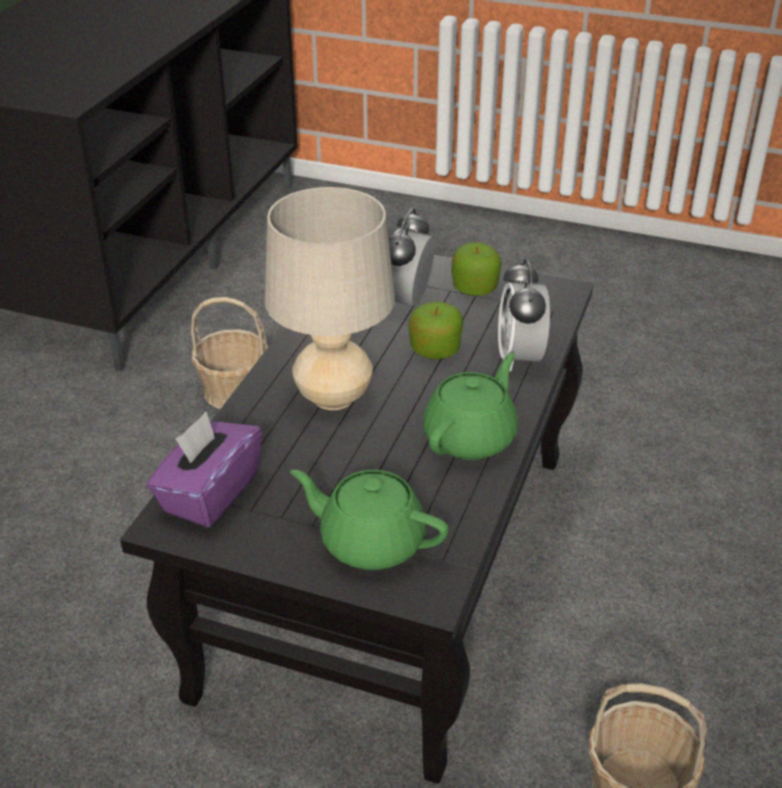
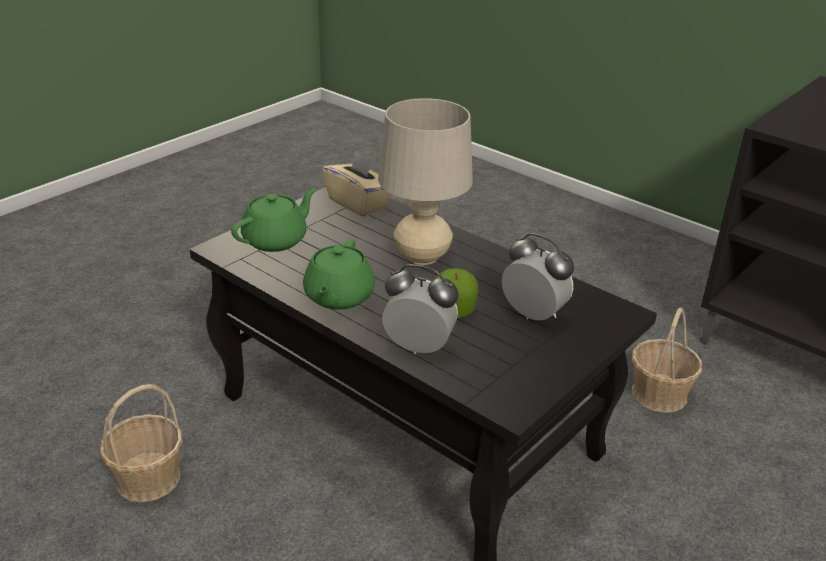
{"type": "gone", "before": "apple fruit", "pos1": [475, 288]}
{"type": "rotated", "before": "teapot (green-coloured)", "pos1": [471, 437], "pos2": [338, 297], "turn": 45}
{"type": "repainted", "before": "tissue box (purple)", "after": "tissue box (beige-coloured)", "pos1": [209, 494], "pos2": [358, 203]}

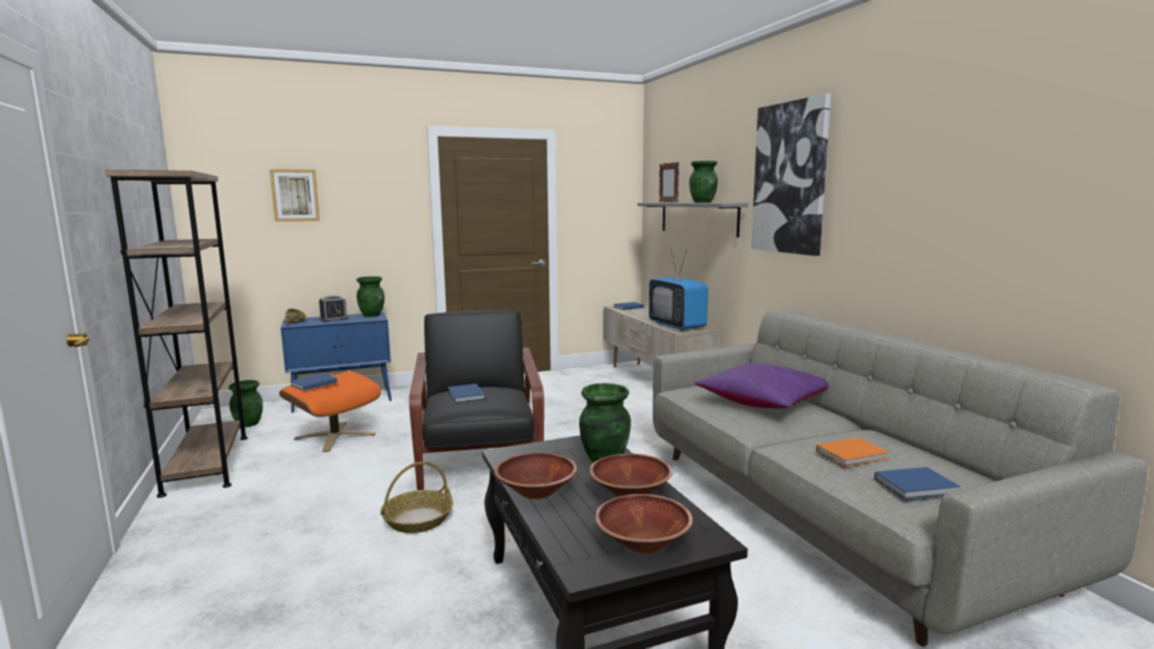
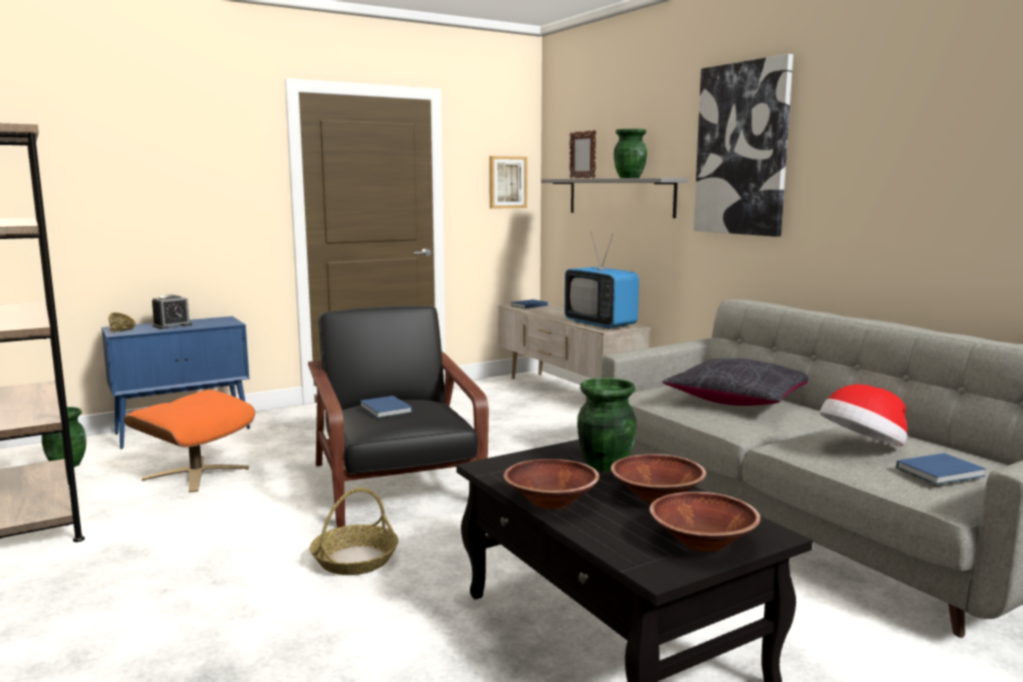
{"type": "shifted", "before": "picture", "pos1": [295, 195], "pos2": [507, 182]}
{"type": "gone", "before": "decorative vase (green-coloured)", "pos1": [372, 315]}
{"type": "repainted", "before": "cushion (purple)", "after": "cushion (black)", "pos1": [763, 401], "pos2": [738, 400]}
{"type": "gone", "before": "book (bluish)", "pos1": [312, 384]}
{"type": "swapped", "before": "book (orange-coloured)", "after": "wearable hat", "pos1": [853, 455], "pos2": [863, 447]}

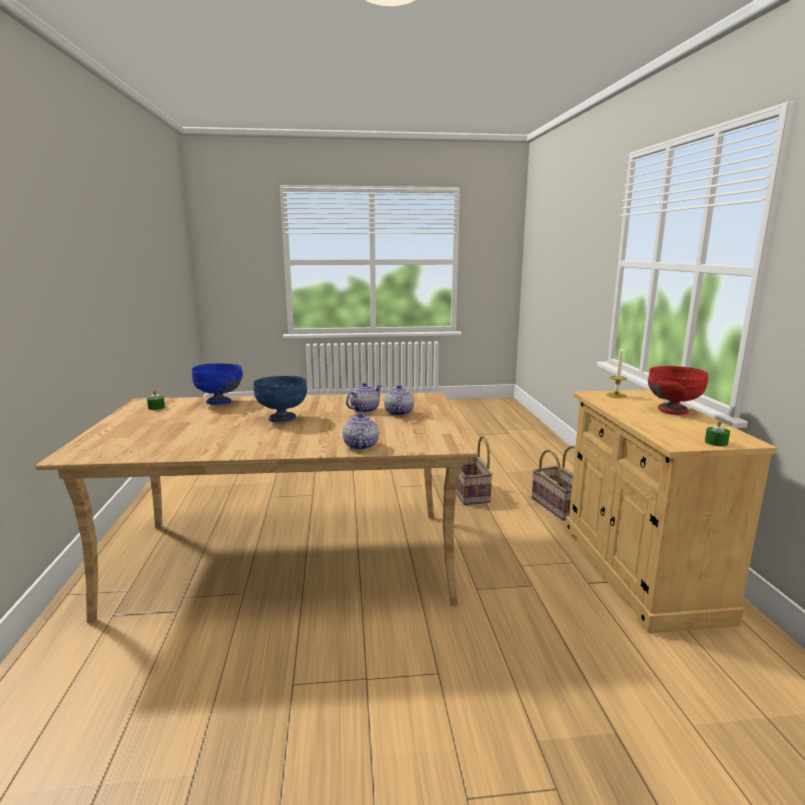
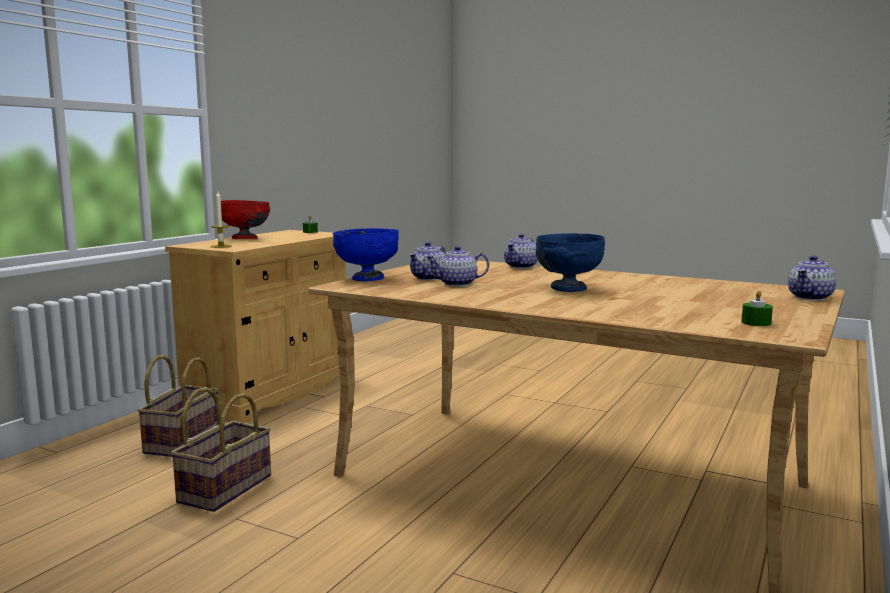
{"type": "shifted", "before": "serving bowl (bluish)", "pos1": [219, 402], "pos2": [367, 278]}
{"type": "new", "after": "teapot", "pos2": [810, 297]}

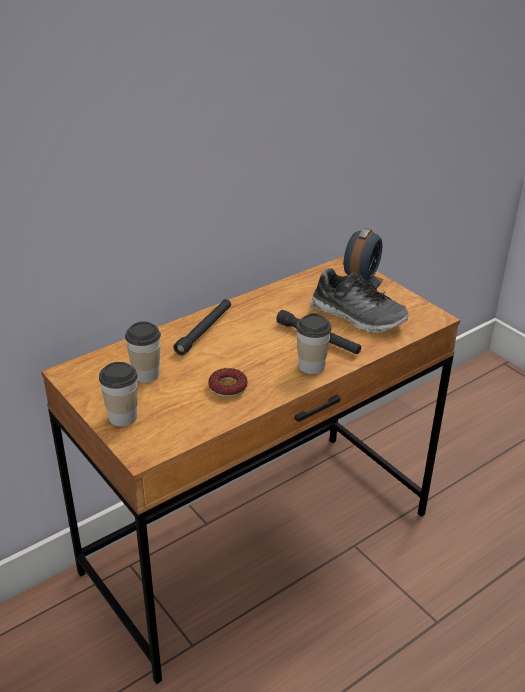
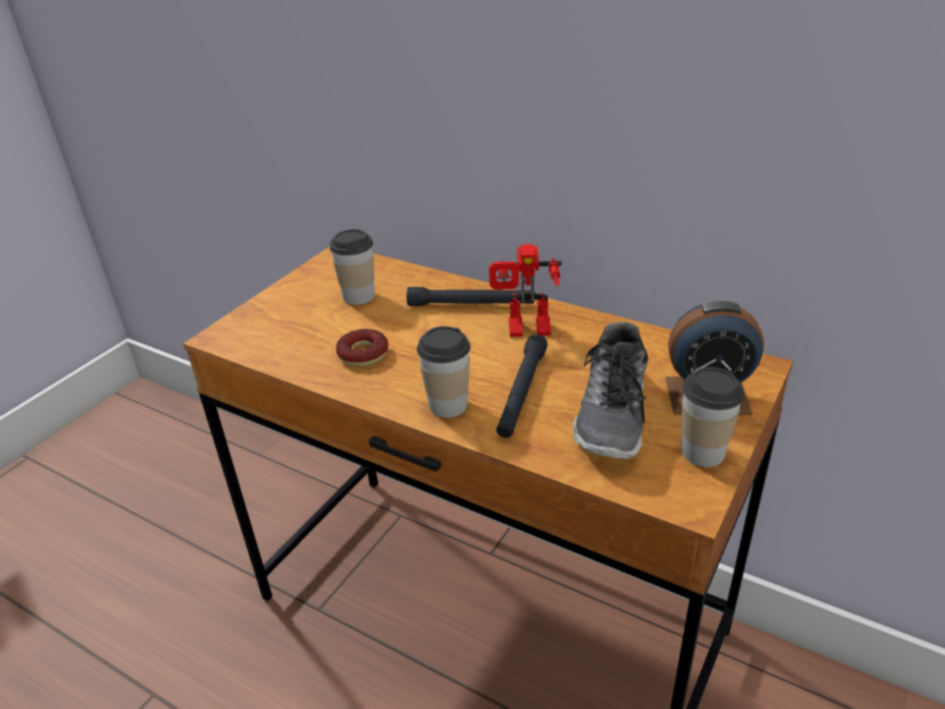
{"type": "shifted", "before": "cup", "pos1": [122, 417], "pos2": [703, 452]}
{"type": "new", "after": "toy robot", "pos2": [526, 331]}

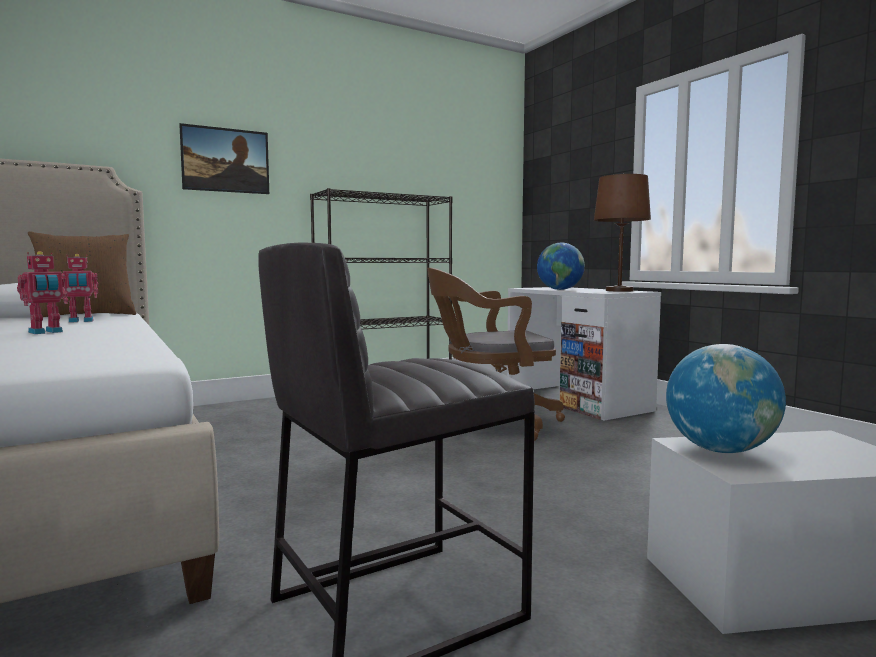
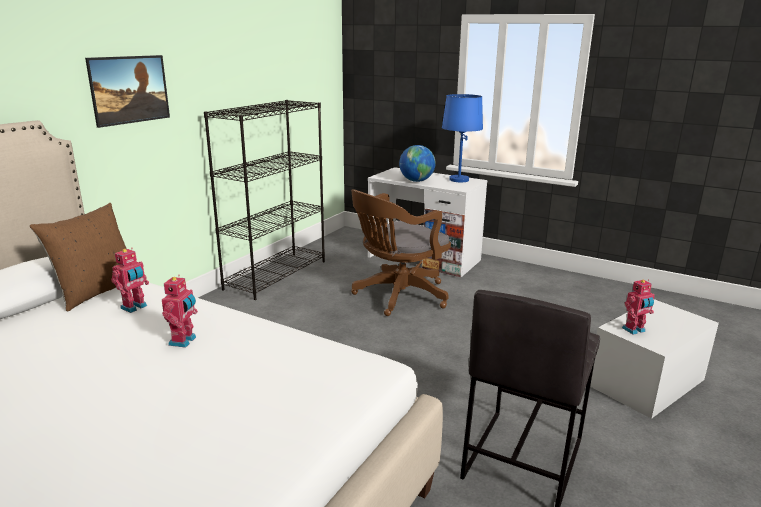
{"type": "repainted", "before": "tabletop lamp (brown)", "after": "tabletop lamp (bluish)", "pos1": [619, 290], "pos2": [458, 180]}
{"type": "swapped", "before": "world globe", "after": "toy robot", "pos1": [720, 450], "pos2": [634, 330]}

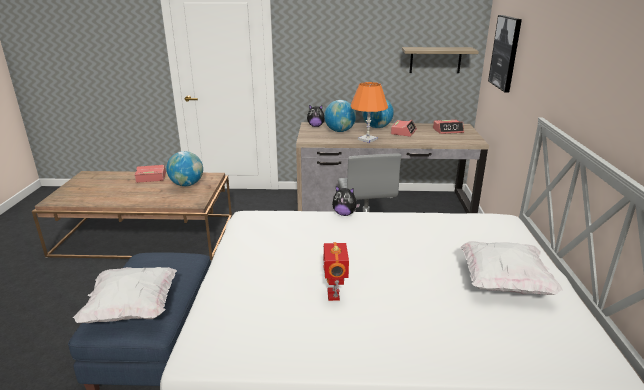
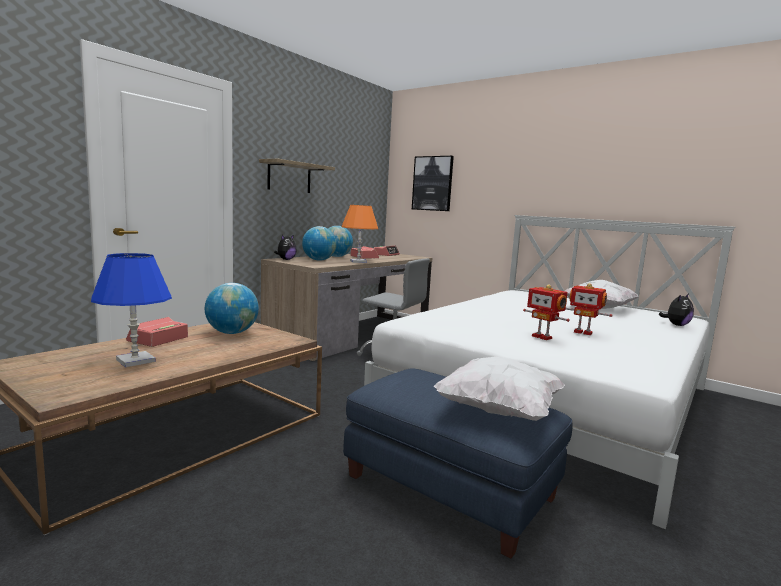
{"type": "shifted", "before": "shelf", "pos1": [435, 60], "pos2": [289, 177]}
{"type": "shifted", "before": "cuddly toy", "pos1": [344, 214], "pos2": [676, 325]}
{"type": "new", "after": "tabletop lamp (bluish)", "pos2": [135, 361]}
{"type": "new", "after": "toy robot", "pos2": [542, 337]}

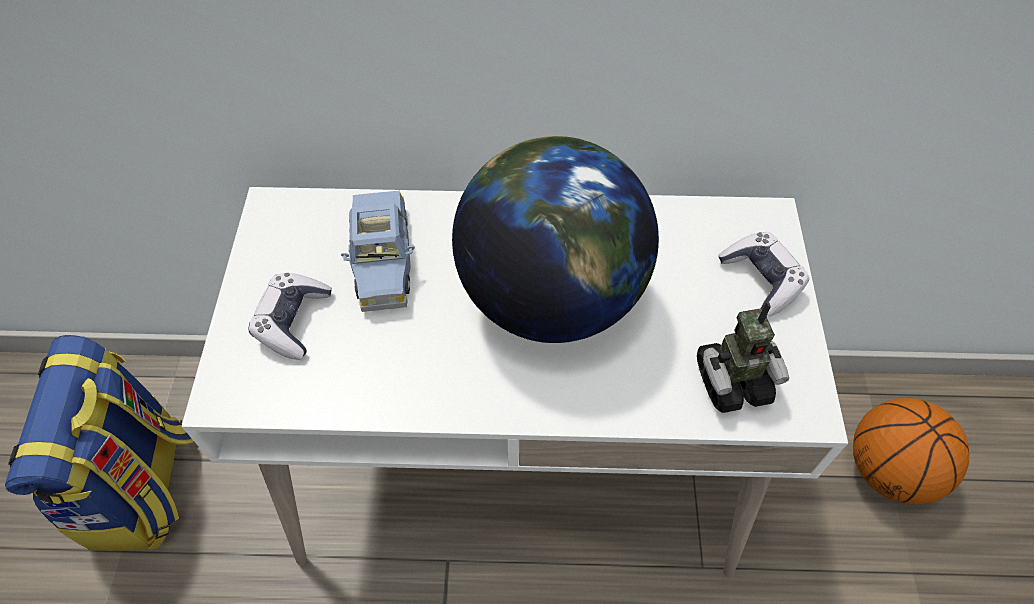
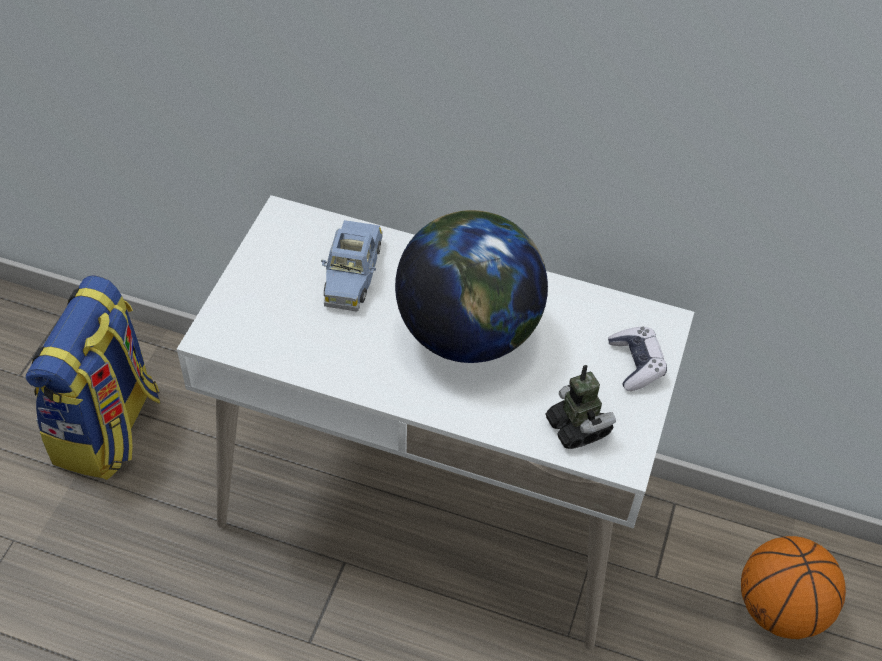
{"type": "gone", "before": "gamepad", "pos1": [293, 321]}
{"type": "rotated", "before": "toy robot", "pos1": [731, 381], "pos2": [577, 427], "turn": -120}

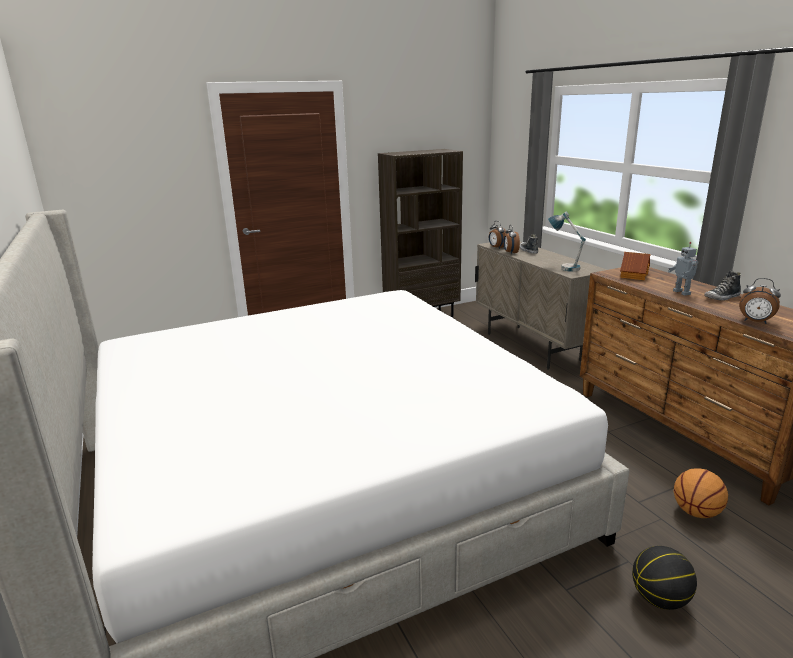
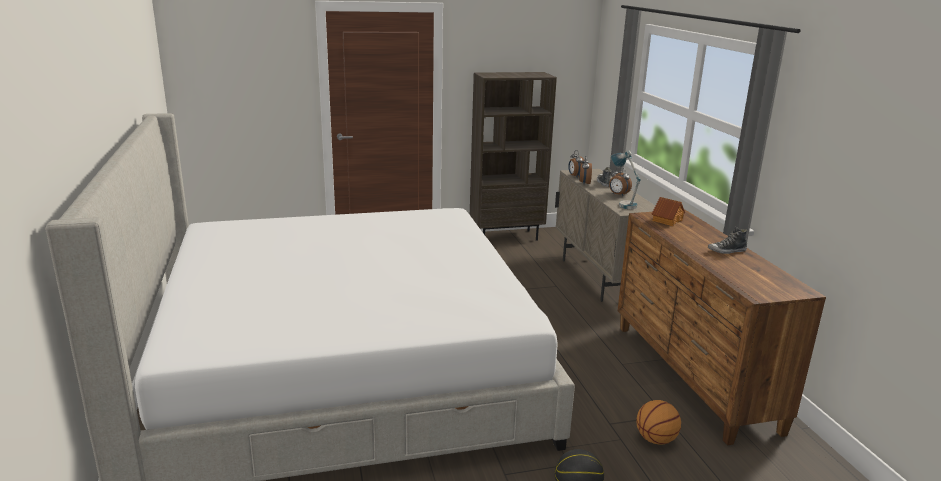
{"type": "gone", "before": "toy robot", "pos1": [682, 292]}
{"type": "shifted", "before": "bedside clock", "pos1": [755, 322], "pos2": [618, 195]}

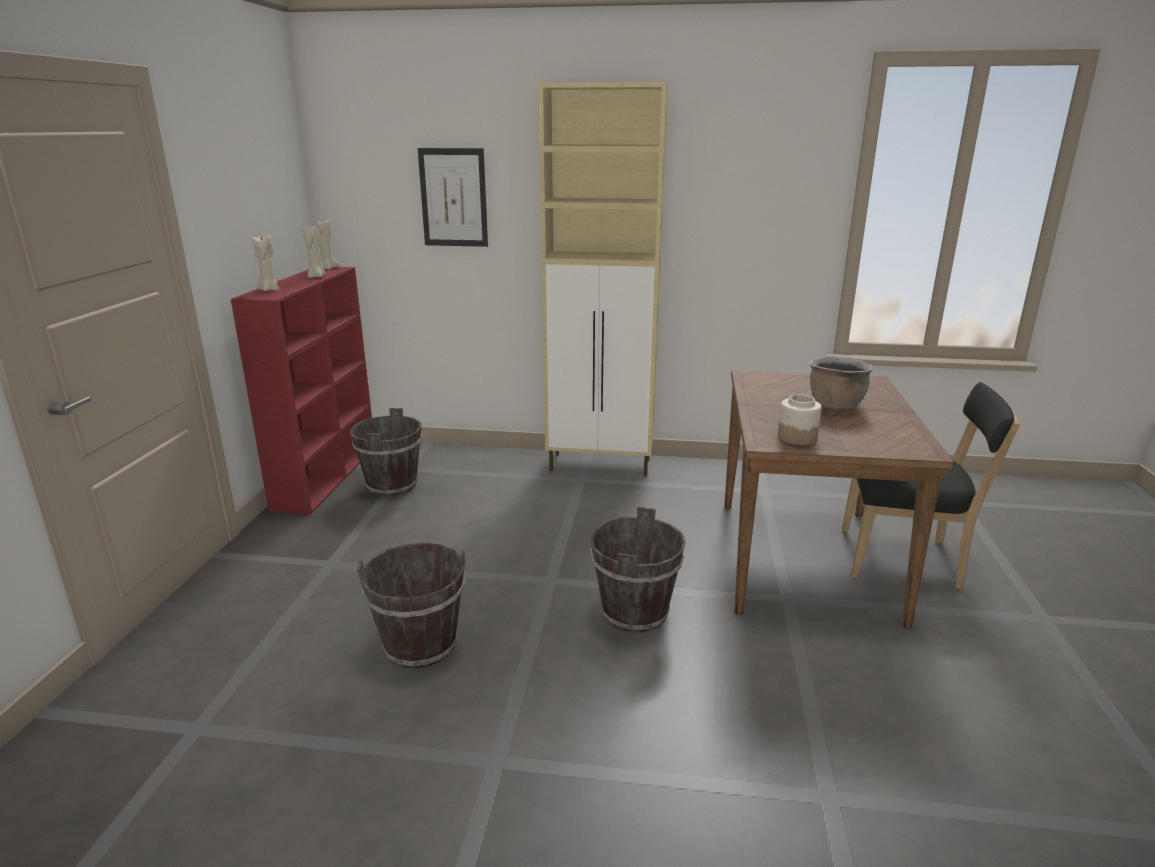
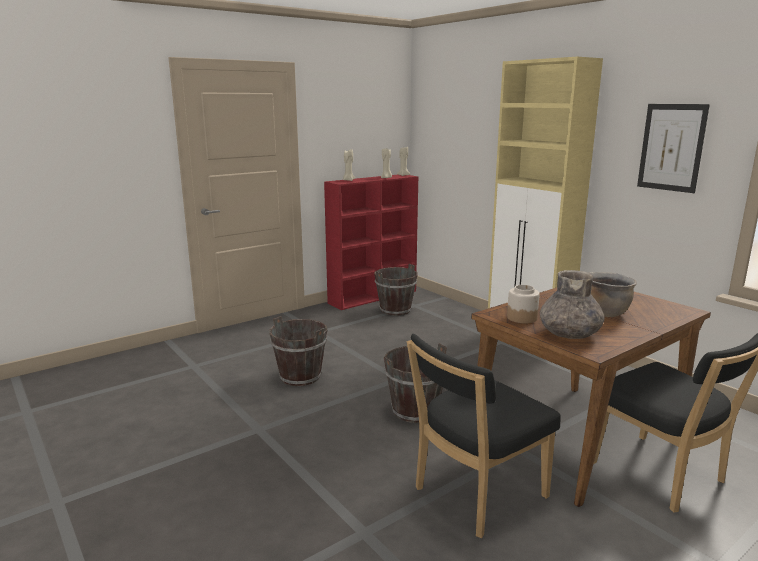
{"type": "shifted", "before": "picture", "pos1": [453, 198], "pos2": [671, 147]}
{"type": "new", "after": "decorative vase (grey)", "pos2": [569, 334]}
{"type": "new", "after": "chair (black)", "pos2": [475, 495]}

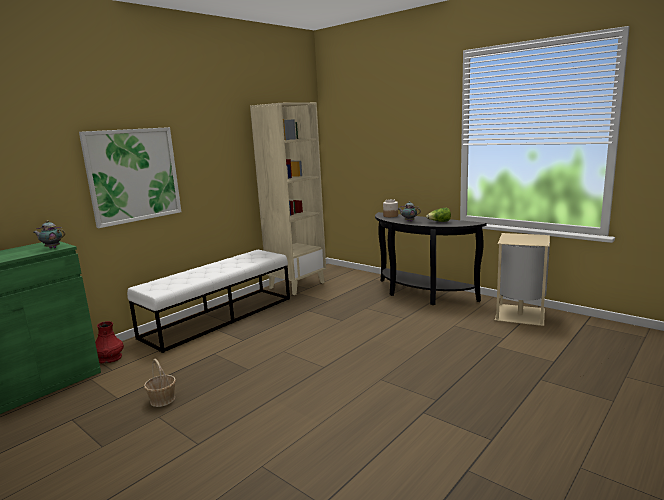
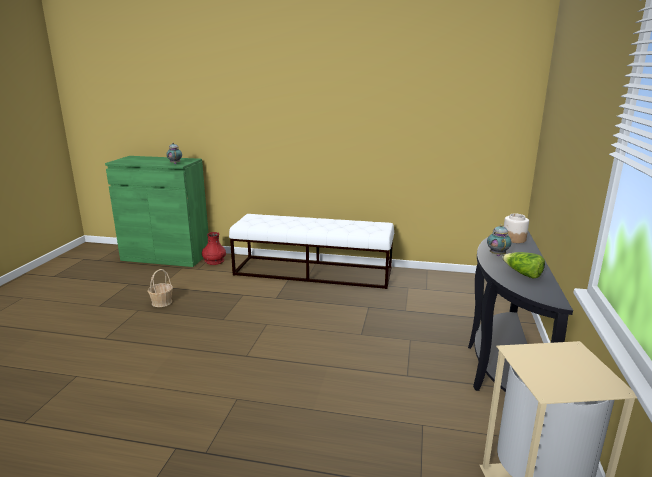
{"type": "gone", "before": "bookshelf (beige-coloured)", "pos1": [297, 285]}
{"type": "gone", "before": "picture", "pos1": [133, 175]}

